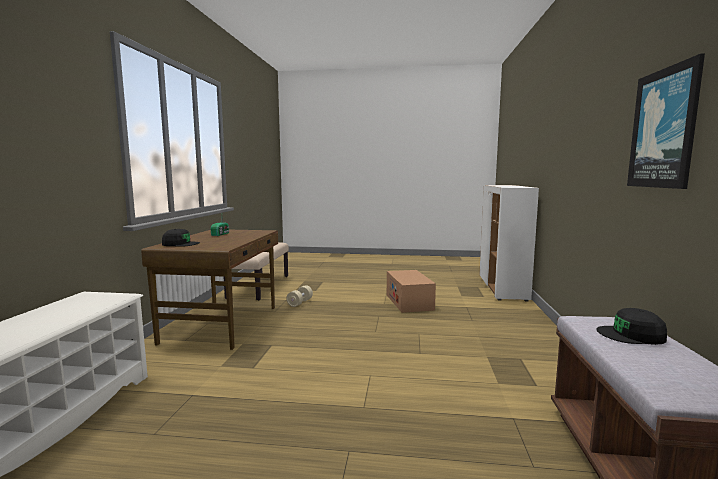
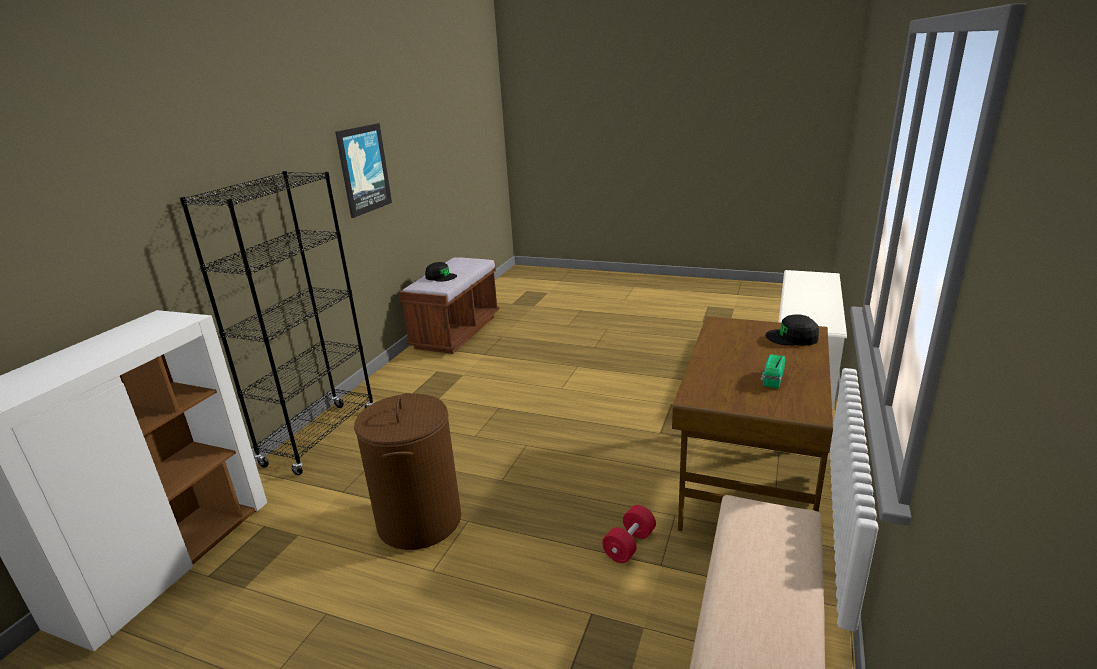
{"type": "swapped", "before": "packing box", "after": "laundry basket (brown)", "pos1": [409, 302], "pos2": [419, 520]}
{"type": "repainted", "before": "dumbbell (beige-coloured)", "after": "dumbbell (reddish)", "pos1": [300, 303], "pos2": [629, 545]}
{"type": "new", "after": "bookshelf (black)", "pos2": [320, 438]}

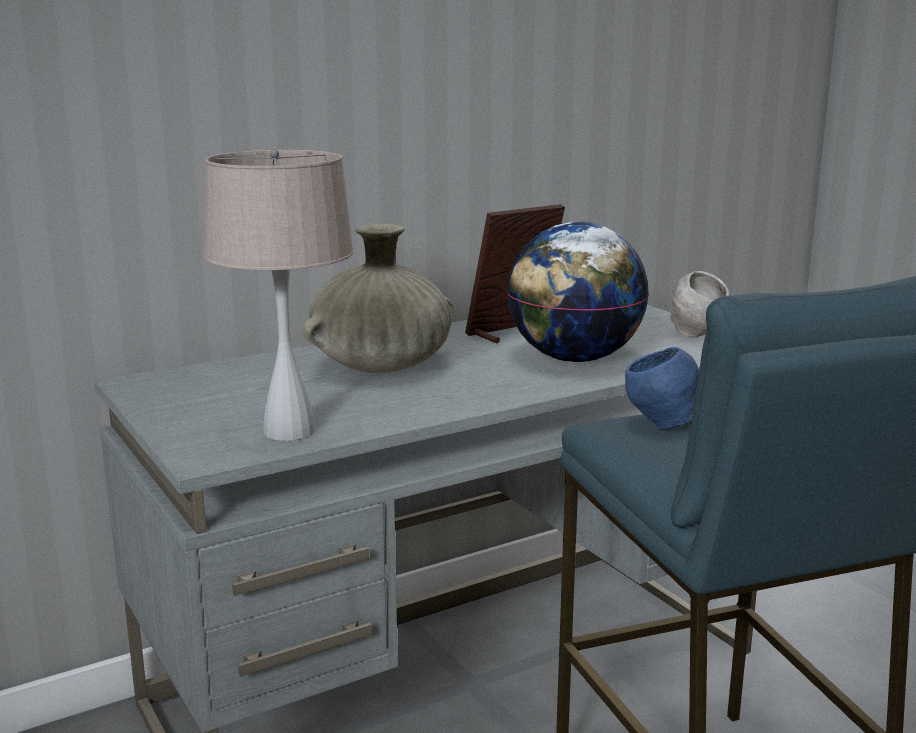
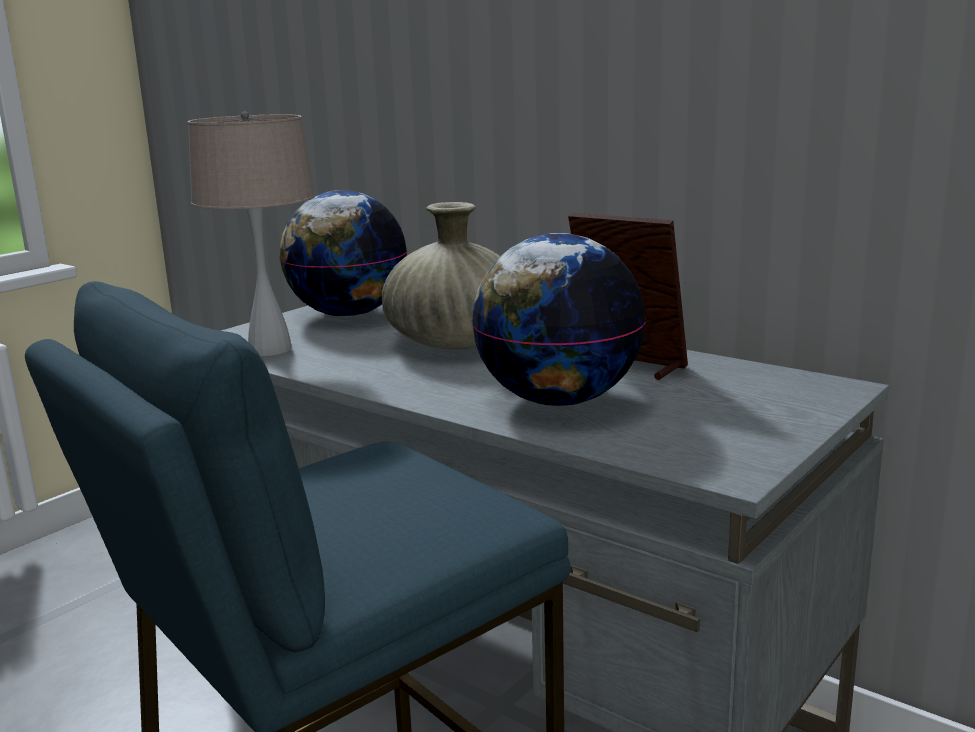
{"type": "gone", "before": "serving bowl (grey)", "pos1": [697, 336]}
{"type": "gone", "before": "serving bowl (bluish)", "pos1": [661, 425]}
{"type": "new", "after": "world globe", "pos2": [348, 314]}

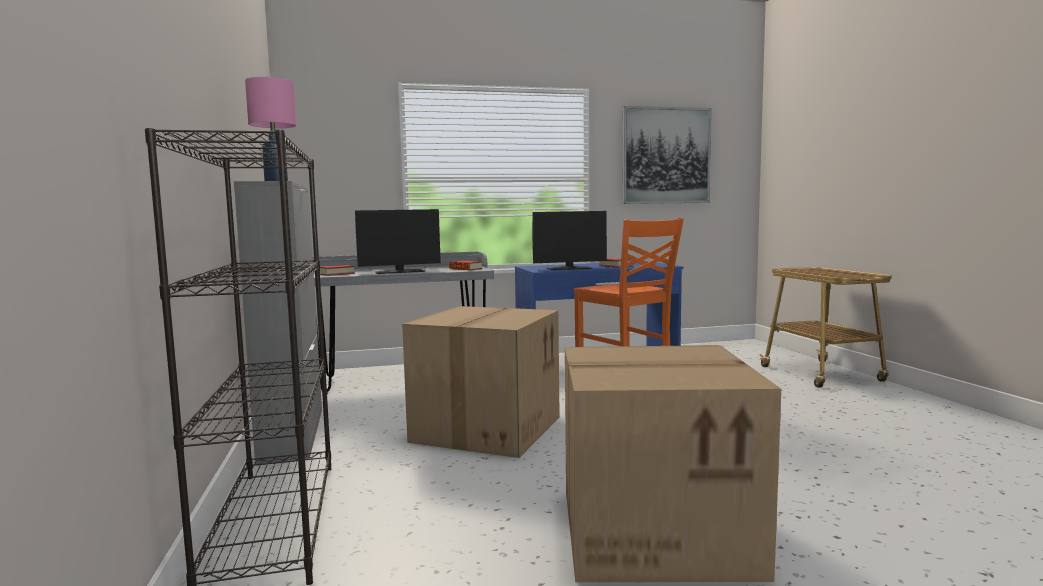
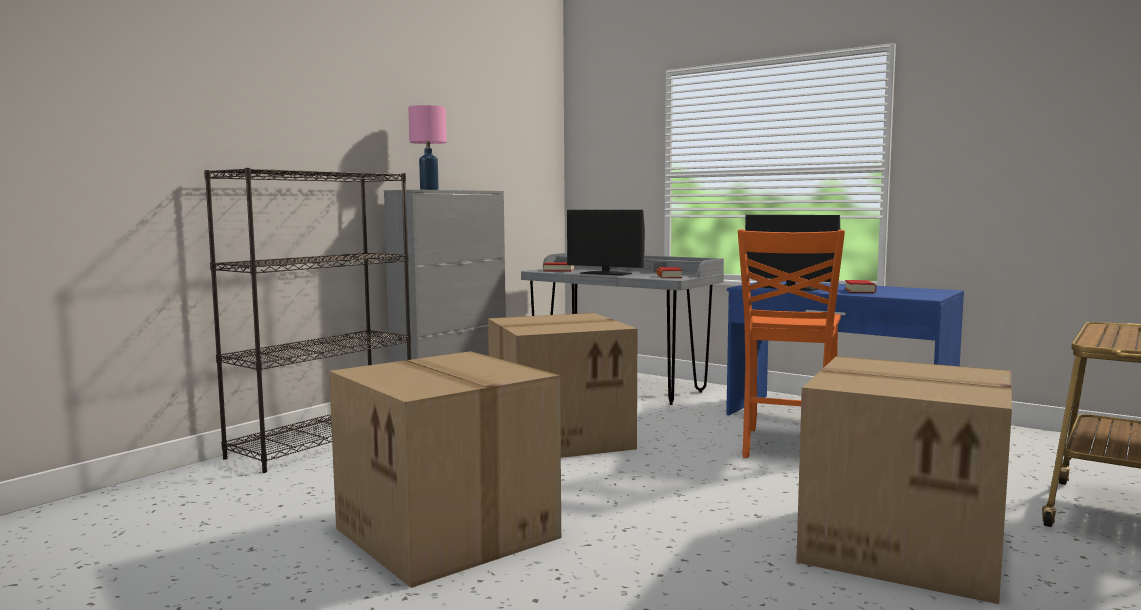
{"type": "gone", "before": "picture", "pos1": [666, 156]}
{"type": "new", "after": "packing box", "pos2": [906, 546]}

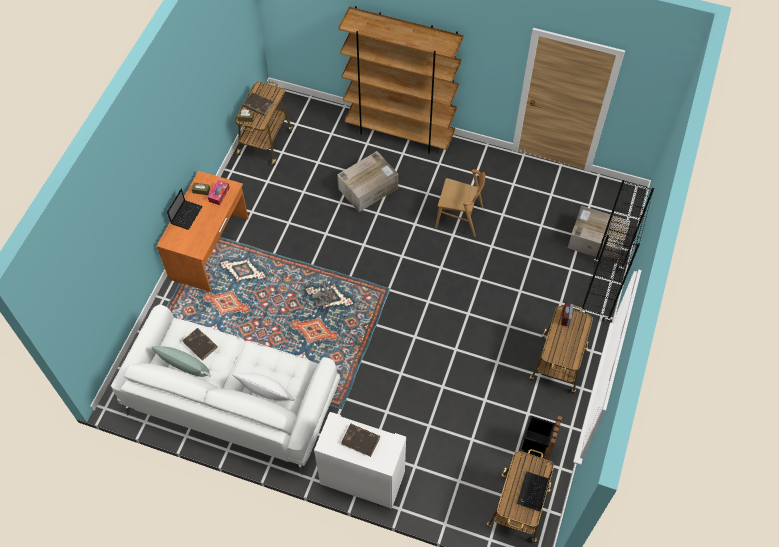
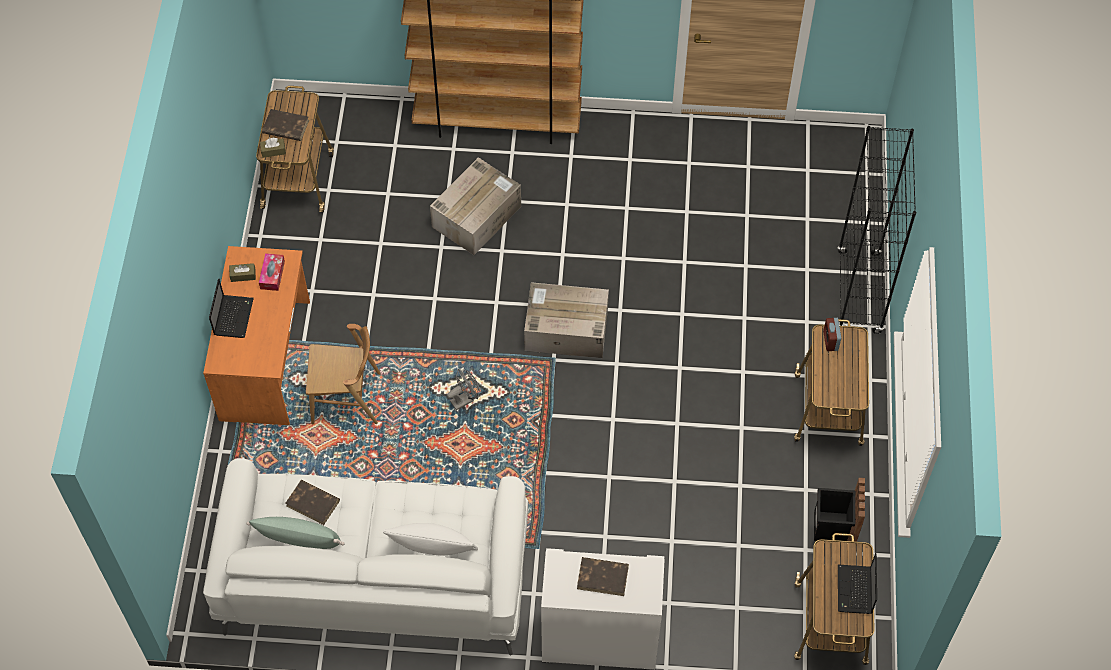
{"type": "shifted", "before": "chair (brown)", "pos1": [459, 217], "pos2": [346, 398]}
{"type": "shifted", "before": "packing box", "pos1": [595, 241], "pos2": [565, 330]}

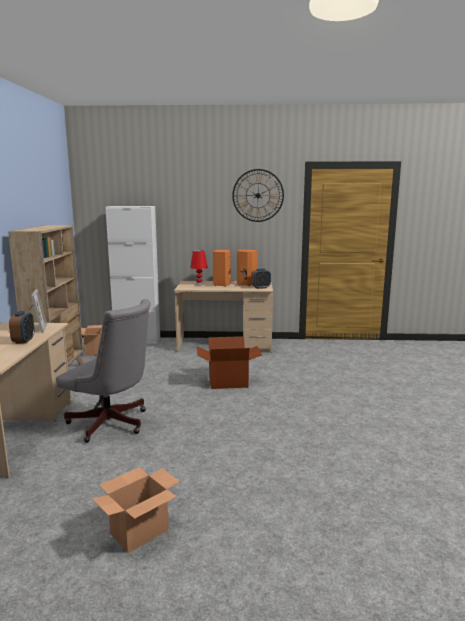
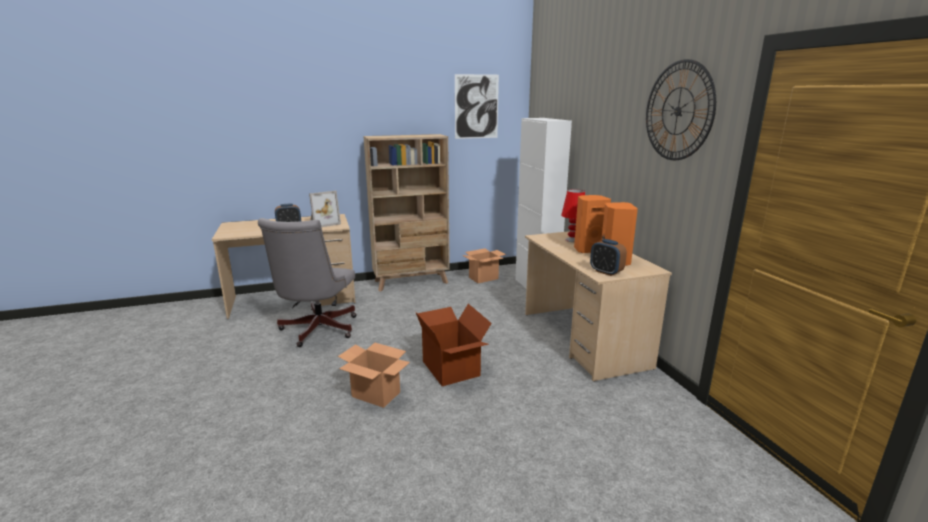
{"type": "shifted", "before": "packing box", "pos1": [140, 532], "pos2": [376, 394]}
{"type": "new", "after": "picture", "pos2": [476, 106]}

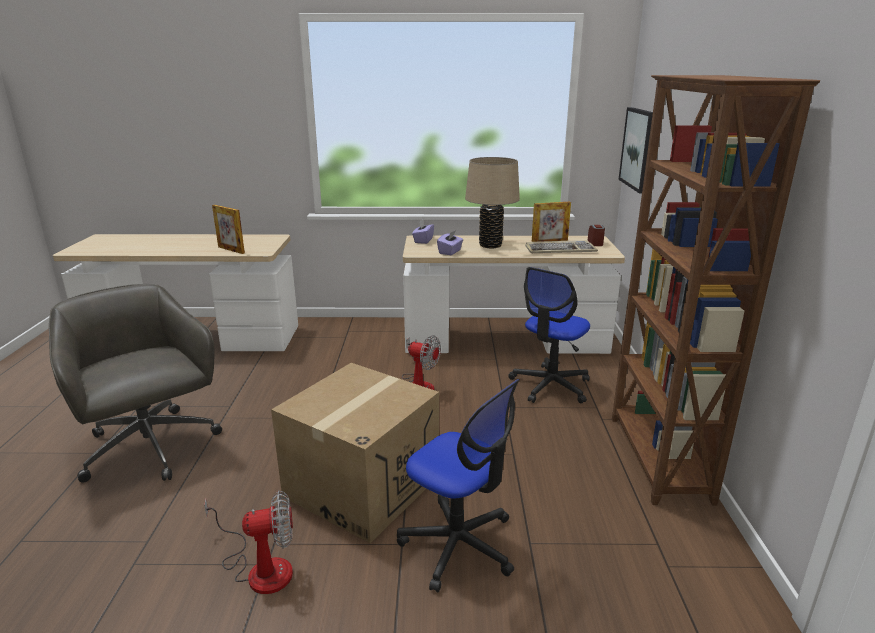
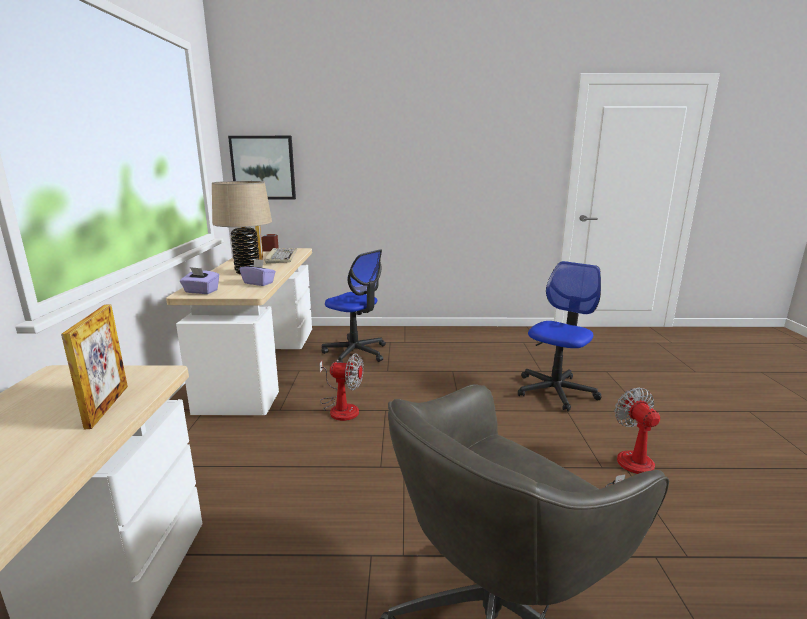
{"type": "gone", "before": "bookshelf (brown)", "pos1": [657, 458]}
{"type": "rotated", "before": "photo frame", "pos1": [231, 250], "pos2": [107, 406], "turn": -45}
{"type": "rotated", "before": "electric fan", "pos1": [419, 384], "pos2": [340, 407], "turn": 75}
{"type": "gone", "before": "packing box", "pos1": [362, 486]}

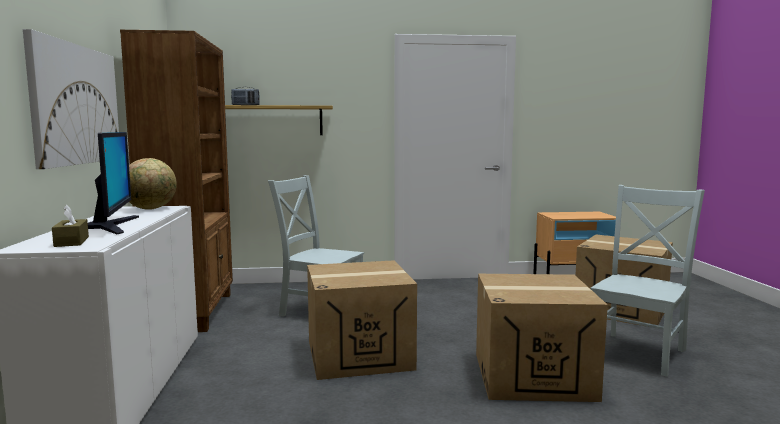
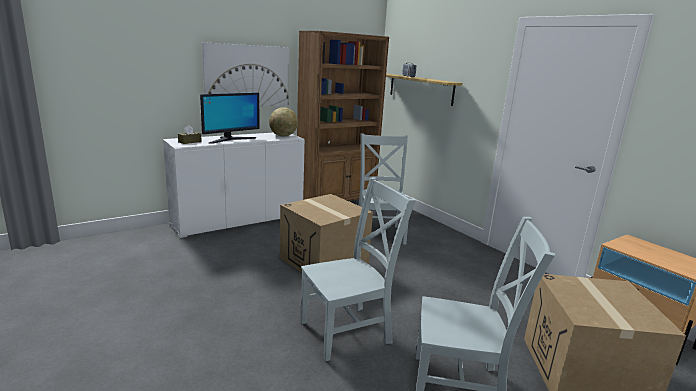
{"type": "swapped", "before": "packing box", "after": "chair (grey)", "pos1": [533, 376], "pos2": [349, 331]}

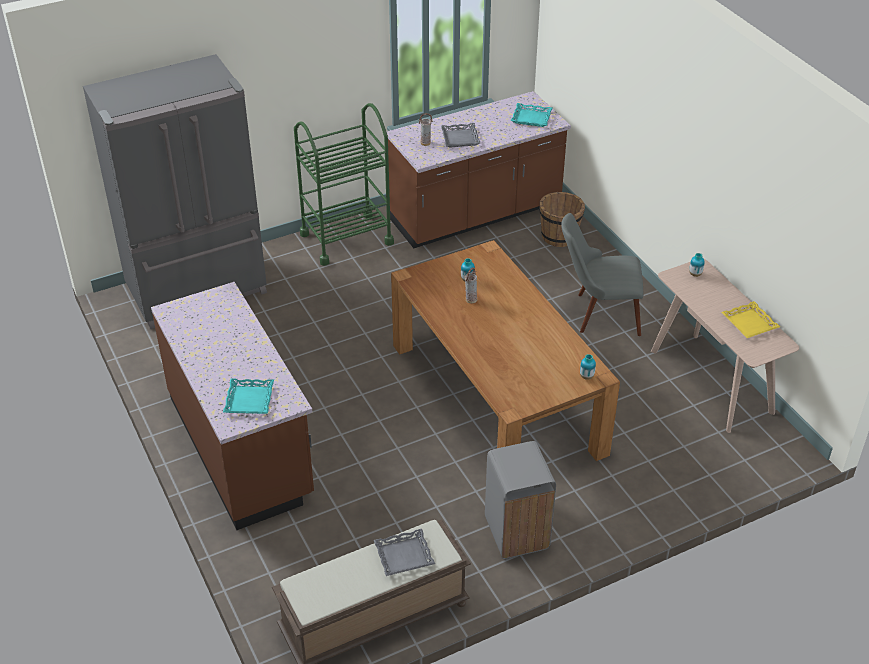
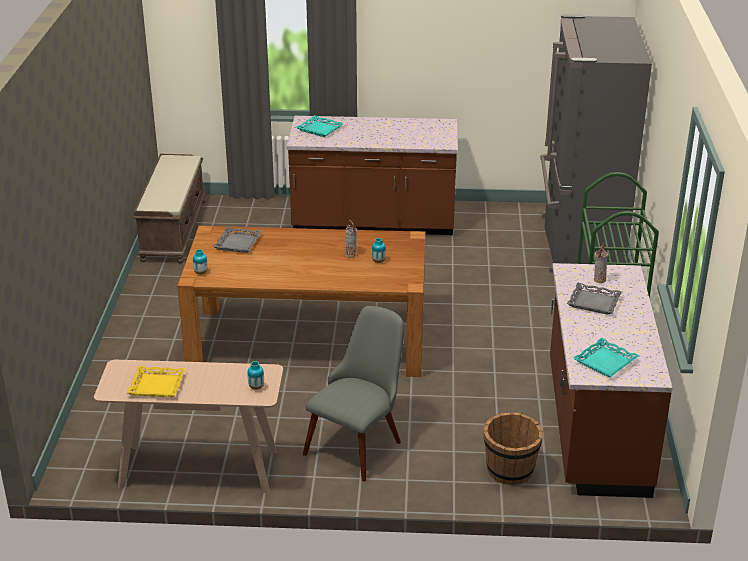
{"type": "gone", "before": "rubbish bin (grey)", "pos1": [516, 534]}
{"type": "shifted", "before": "serving tray (grey)", "pos1": [404, 556], "pos2": [237, 243]}

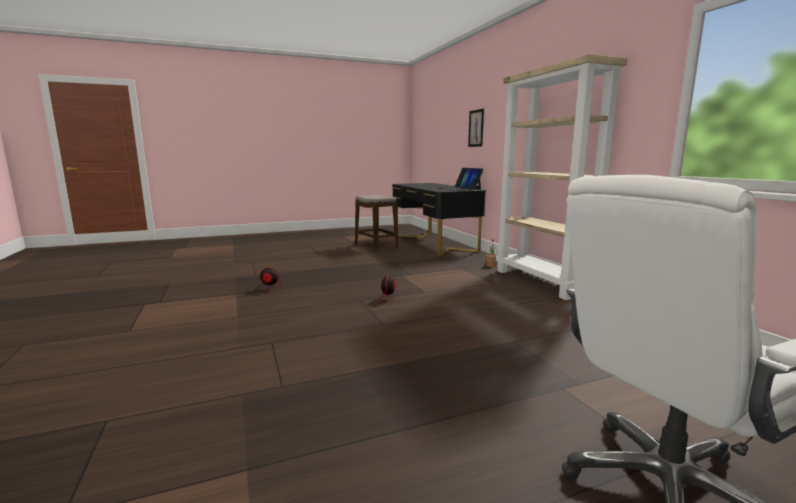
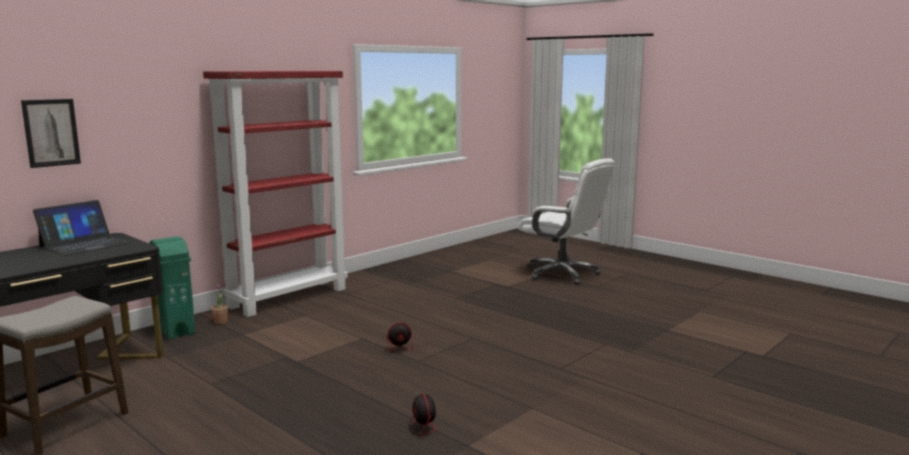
{"type": "repainted", "before": "bookshelf (beige-coloured)", "after": "bookshelf (reddish)", "pos1": [542, 282], "pos2": [289, 297]}
{"type": "new", "after": "rubbish bin (green-coloured)", "pos2": [176, 330]}

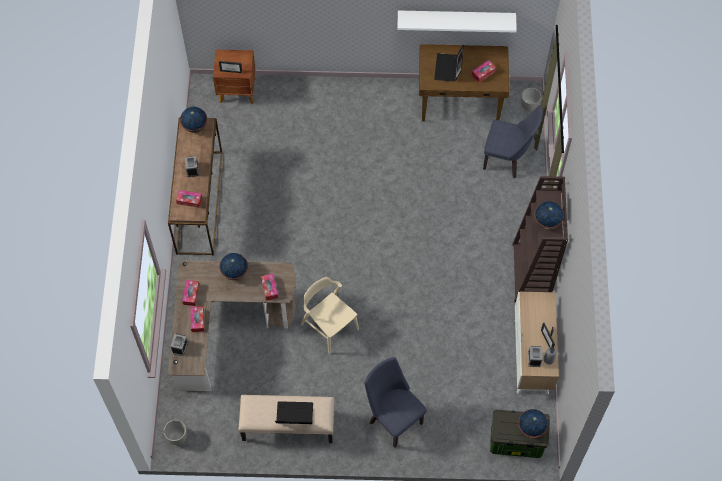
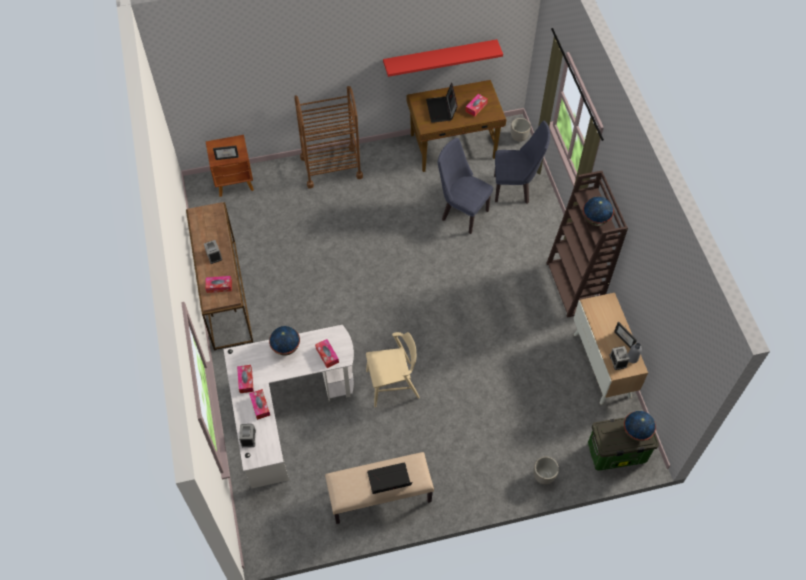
{"type": "repainted", "before": "shelf (whitish)", "after": "shelf (reddish)", "pos1": [456, 17], "pos2": [440, 56]}
{"type": "gone", "before": "world globe", "pos1": [195, 126]}
{"type": "repainted", "before": "desk table (brown)", "after": "desk table (whitish)", "pos1": [225, 326], "pos2": [284, 410]}
{"type": "rotated", "before": "chair (beige-coloured)", "pos1": [329, 327], "pos2": [393, 384], "turn": 135}
{"type": "shifted", "before": "chair (bluish)", "pos1": [393, 419], "pos2": [461, 213]}
{"type": "shifted", "before": "flower pot", "pos1": [177, 437], "pos2": [543, 476]}
{"type": "new", "after": "cart (brown)", "pos2": [331, 167]}

